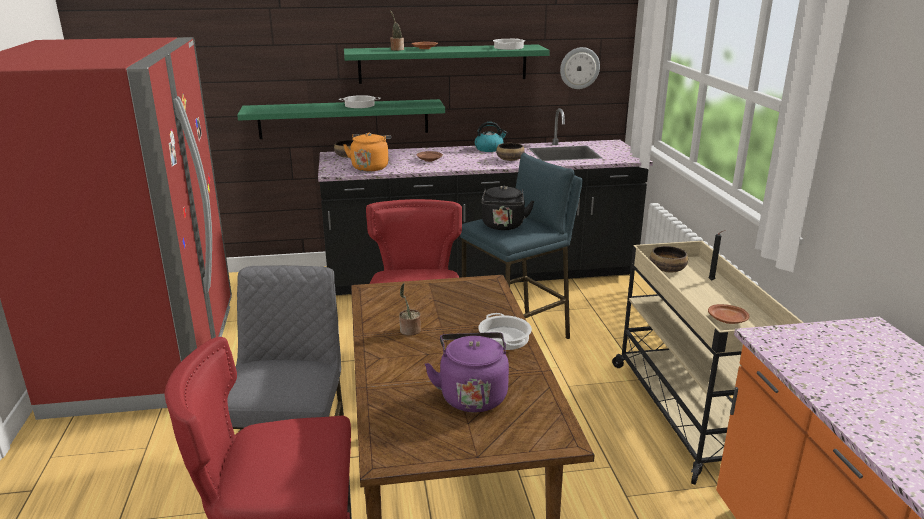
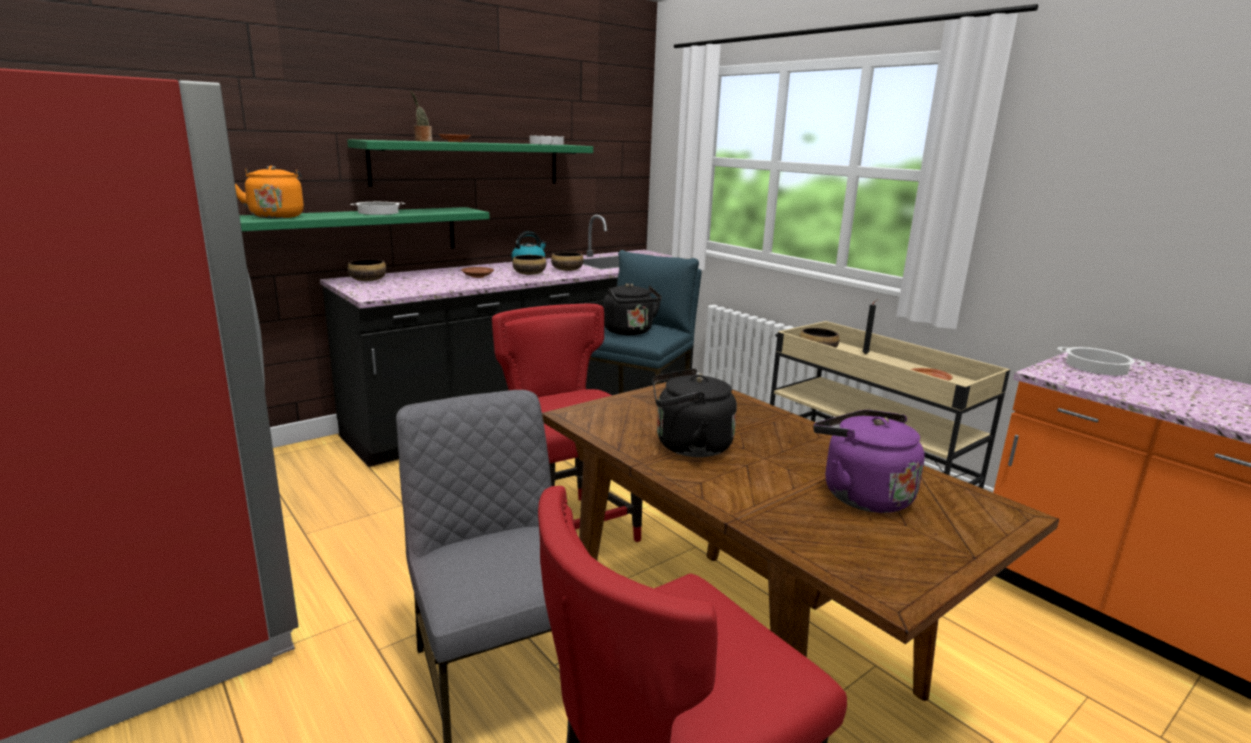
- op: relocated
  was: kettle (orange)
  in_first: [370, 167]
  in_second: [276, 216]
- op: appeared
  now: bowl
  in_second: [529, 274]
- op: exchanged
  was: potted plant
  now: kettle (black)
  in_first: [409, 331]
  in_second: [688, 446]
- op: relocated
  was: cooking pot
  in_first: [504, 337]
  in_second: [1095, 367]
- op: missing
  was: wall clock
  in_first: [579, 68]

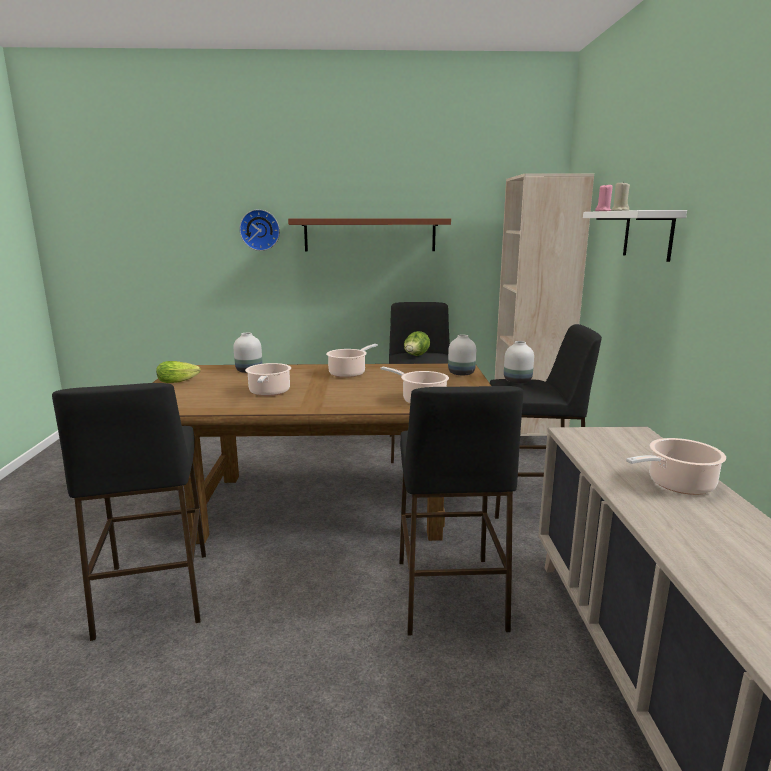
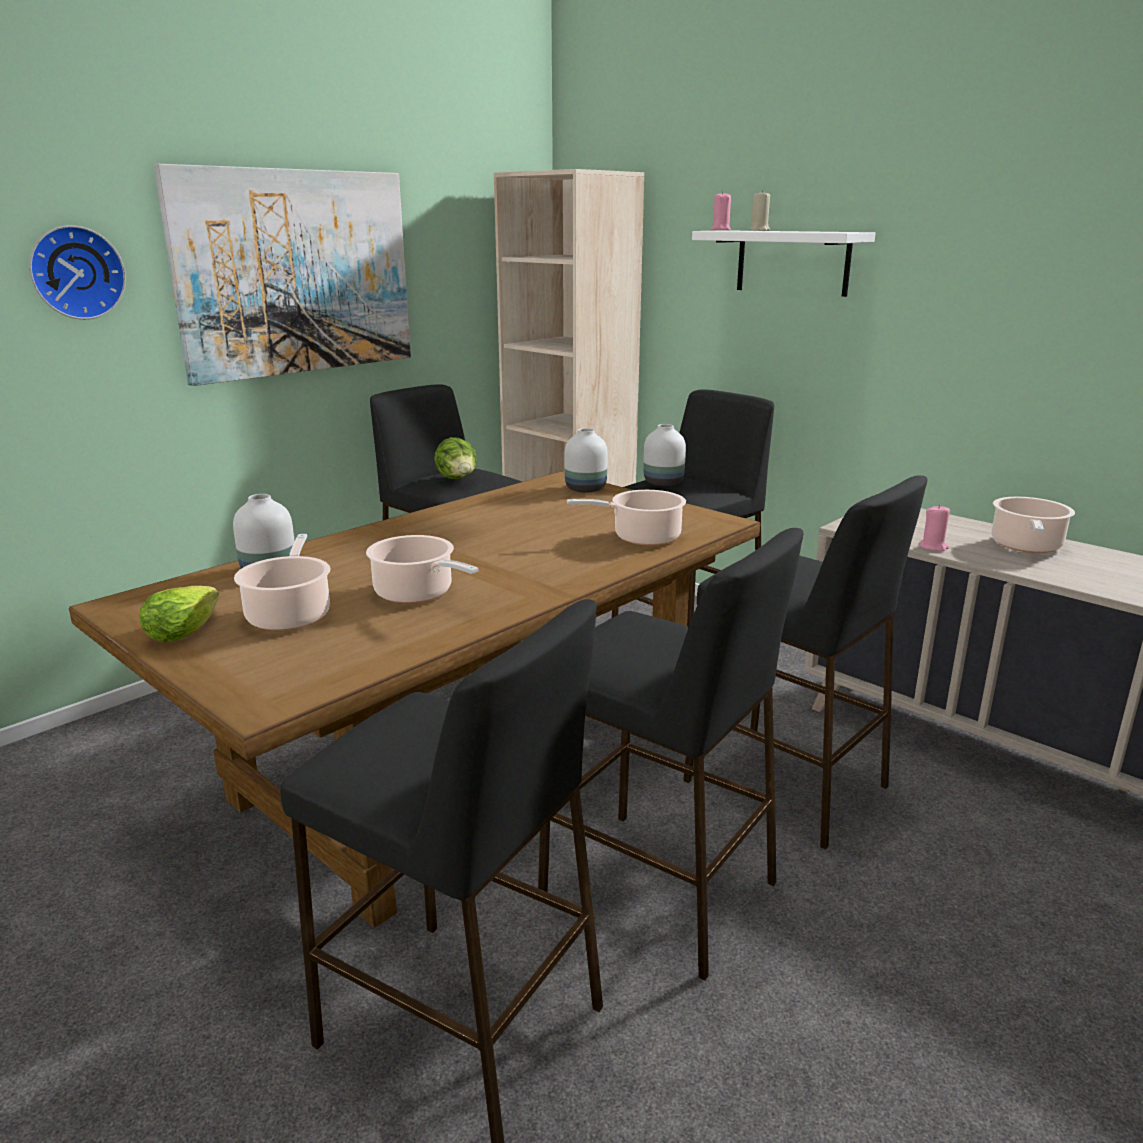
- op: exchanged
  was: shelf (brown)
  now: picture
  in_first: [370, 235]
  in_second: [296, 273]
- op: relocated
  was: cooking pot
  in_first: [349, 373]
  in_second: [290, 614]
- op: appeared
  now: stool (black)
  in_second: [659, 889]
- op: appeared
  now: candle (pink)
  in_second: [933, 547]

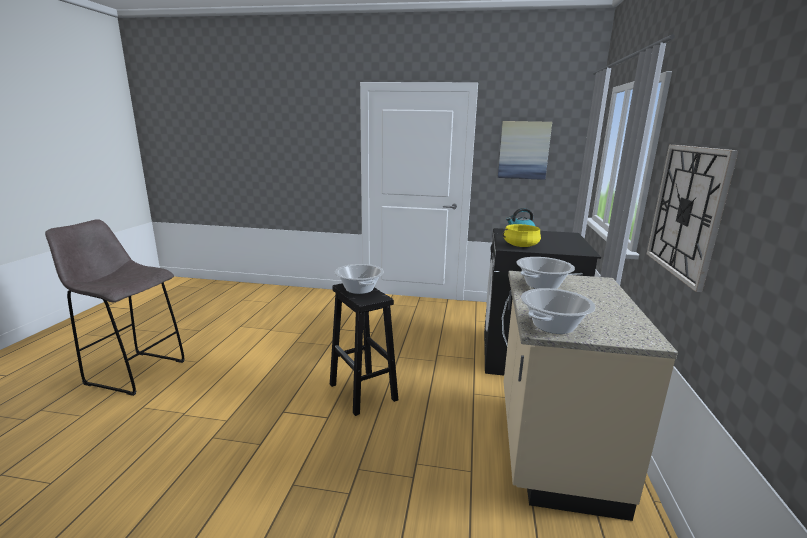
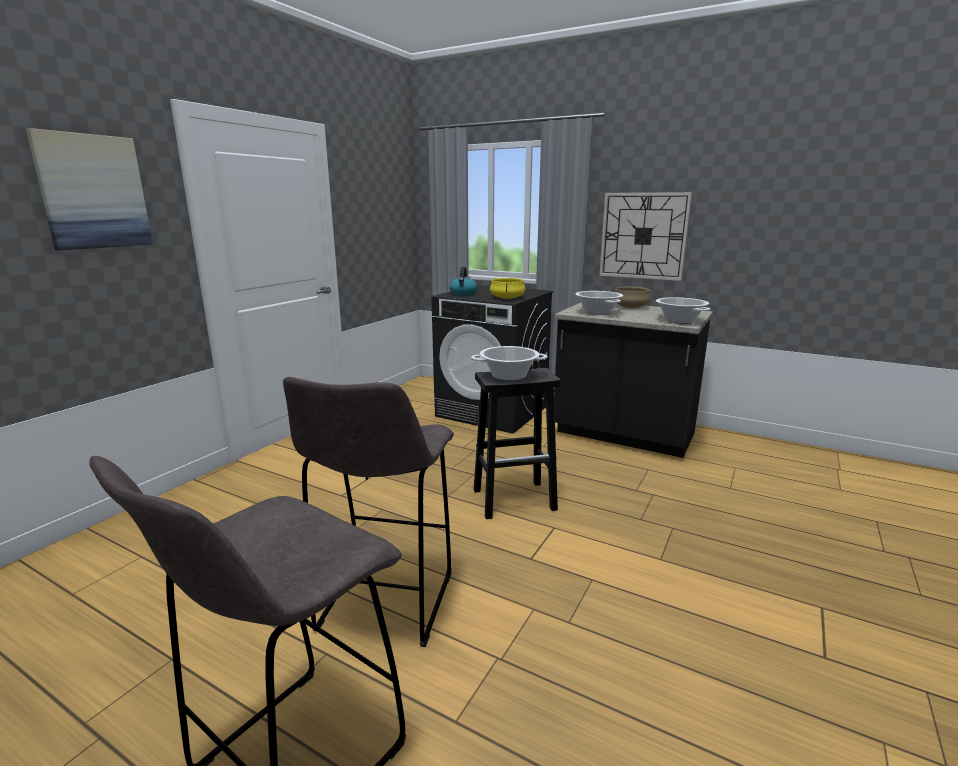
- op: relocated
  was: picture
  in_first: [523, 150]
  in_second: [93, 192]
- op: appeared
  now: stool (grey)
  in_second: [384, 604]
- op: colour
  was: counter (beige)
  now: counter (black)
  in_first: [552, 446]
  in_second: [623, 435]
- op: appeared
  now: cooking pot (beige)
  in_second: [630, 307]

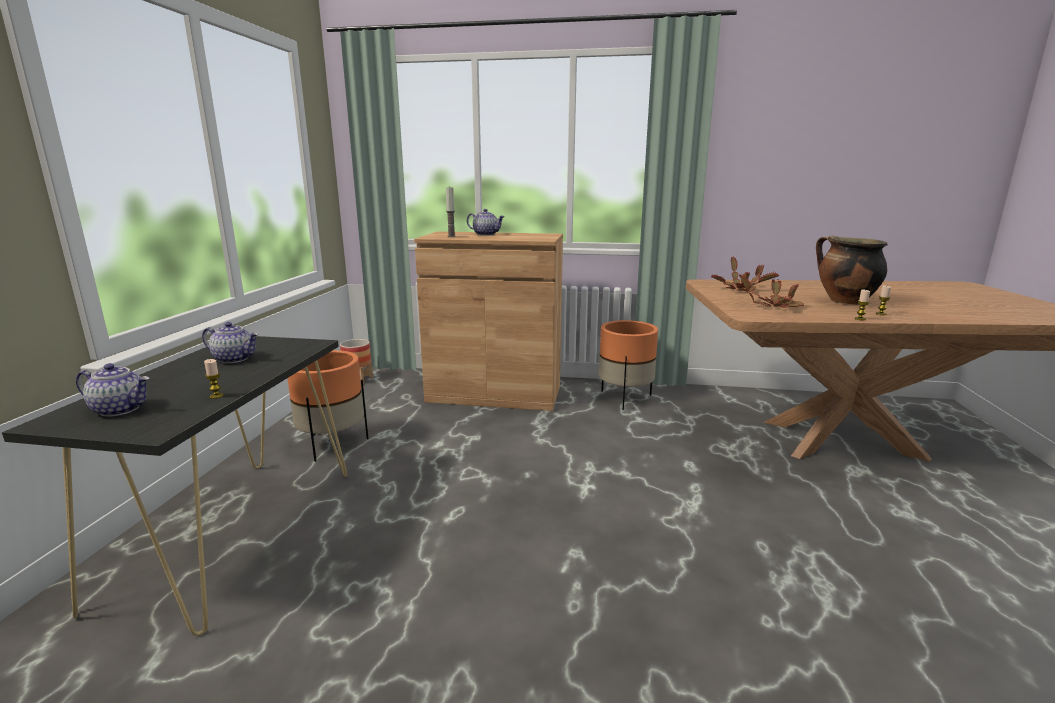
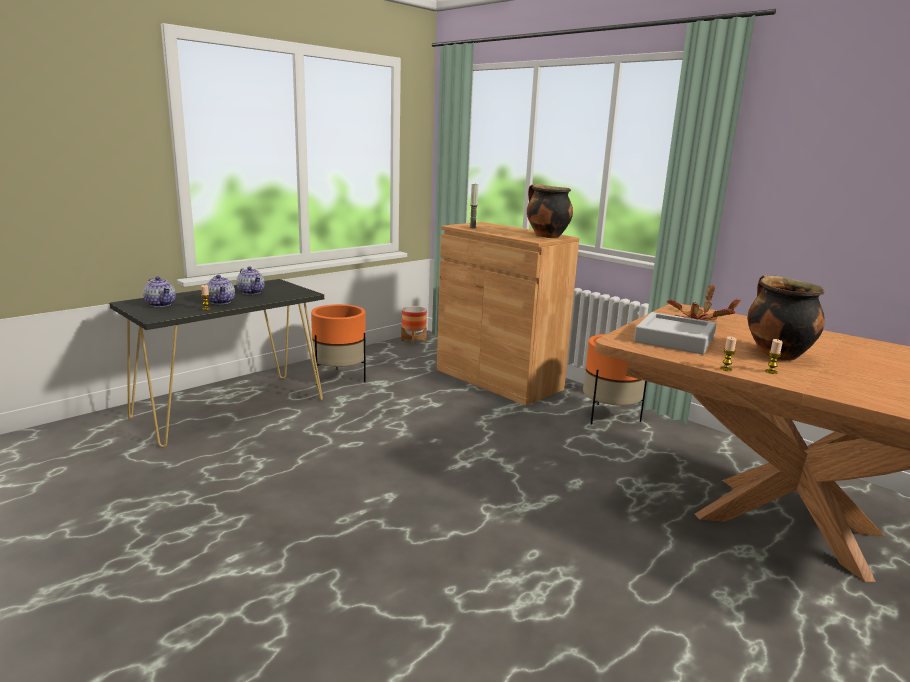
- op: relocated
  was: teapot
  in_first: [486, 234]
  in_second: [221, 302]
- op: appeared
  now: cooking pot
  in_second: [546, 236]
- op: exchanged
  was: potted plant
  now: tray (grey)
  in_first: [772, 306]
  in_second: [674, 339]

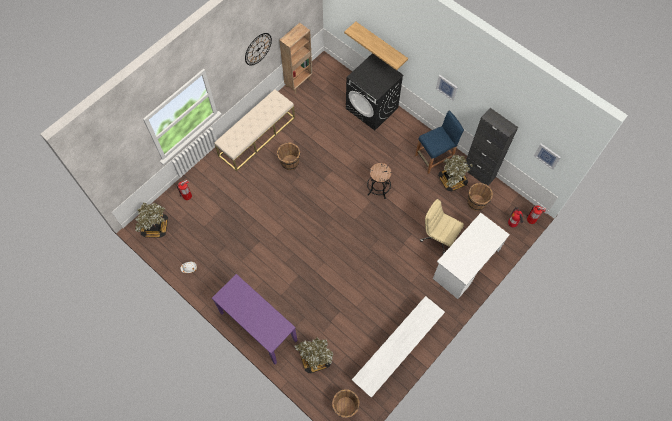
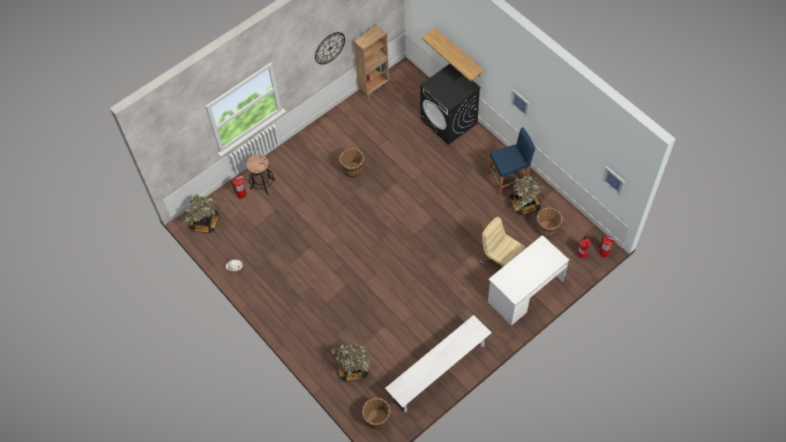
- op: relocated
  was: stool (black)
  in_first: [378, 189]
  in_second: [262, 184]
- op: missing
  was: console table (purple)
  in_first: [258, 327]
- op: missing
  was: bench (beige)
  in_first: [257, 136]
- op: missing
  was: cabinet (black)
  in_first: [479, 173]

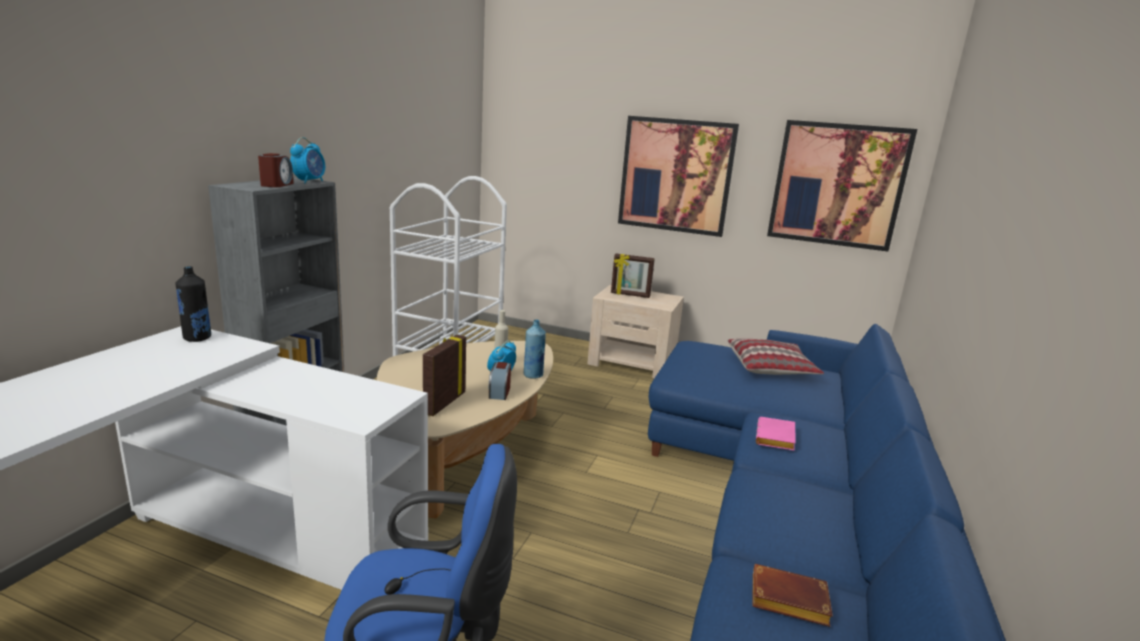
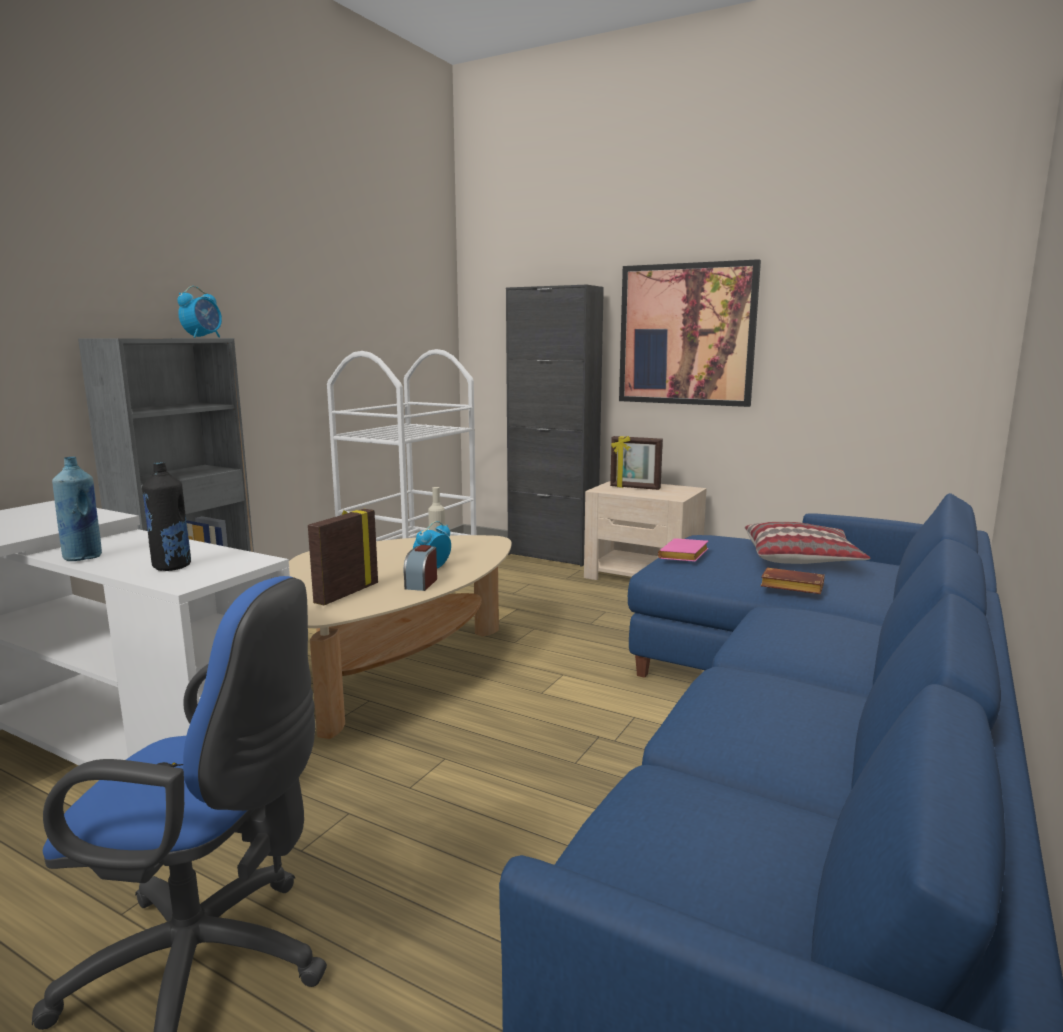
- op: relocated
  was: bottle (blue)
  in_first: [533, 375]
  in_second: [83, 557]
- op: relocated
  was: bottle (black)
  in_first: [197, 338]
  in_second: [172, 566]
- op: appeared
  now: cabinet (black)
  in_second: [552, 555]
- op: relocated
  was: book (pink)
  in_first: [776, 439]
  in_second: [684, 556]
- op: relocated
  was: book (brown)
  in_first: [786, 601]
  in_second: [790, 587]
- op: missing
  was: alarm clock
  in_first: [277, 185]
- op: missing
  was: picture
  in_first: [837, 185]

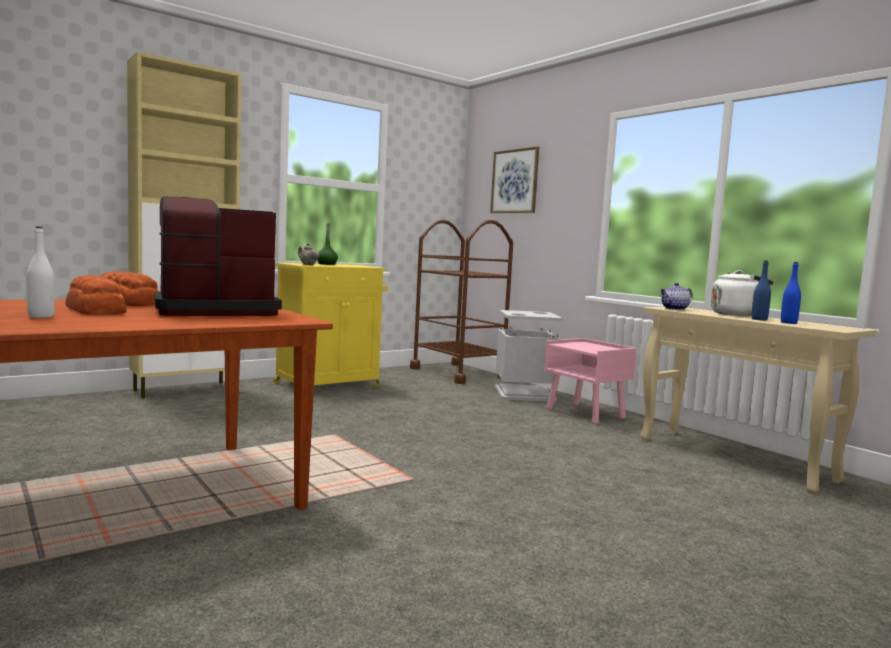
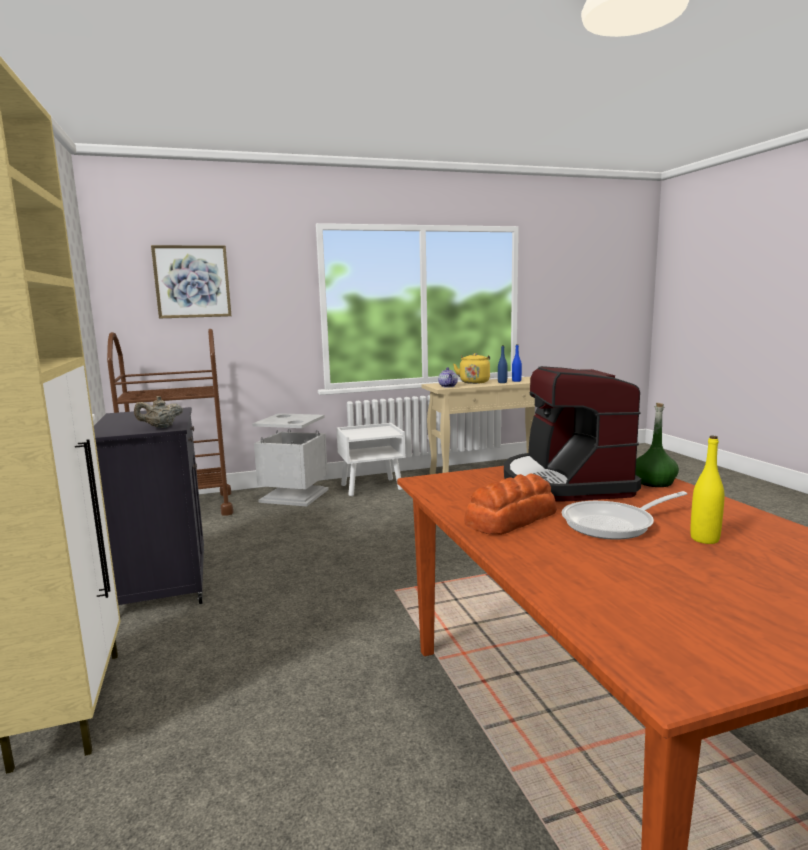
- op: colour
  was: cabinet (yellow)
  now: cabinet (black)
  in_first: [329, 384]
  in_second: [162, 581]
- op: colour
  was: nightstand (pink)
  now: nightstand (white)
  in_first: [586, 414]
  in_second: [372, 487]
- op: colour
  was: kettle (white)
  now: kettle (yellow)
  in_first: [737, 314]
  in_second: [474, 382]
- op: exchanged
  was: bread
  now: frying pan
  in_first: [95, 310]
  in_second: [614, 524]
- op: relocated
  was: bottle (green)
  in_first: [327, 264]
  in_second: [654, 482]
- op: colour
  was: bottle (white)
  now: bottle (yellow)
  in_first: [41, 316]
  in_second: [704, 539]

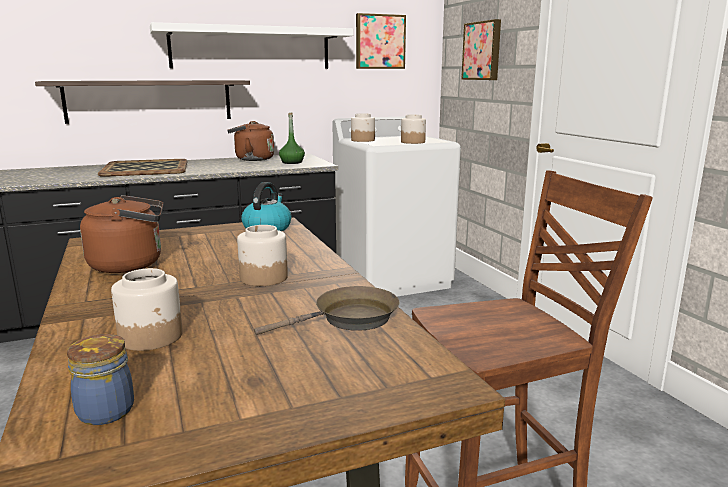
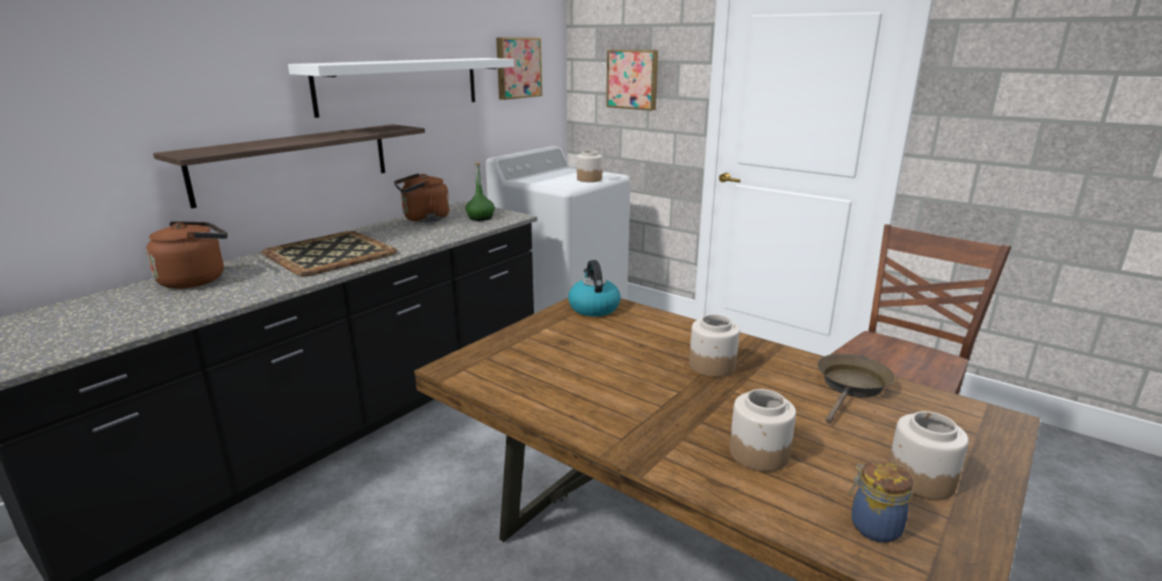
- op: relocated
  was: kettle (brown)
  in_first: [131, 264]
  in_second: [197, 279]
- op: relocated
  was: jar
  in_first: [363, 140]
  in_second: [920, 479]

